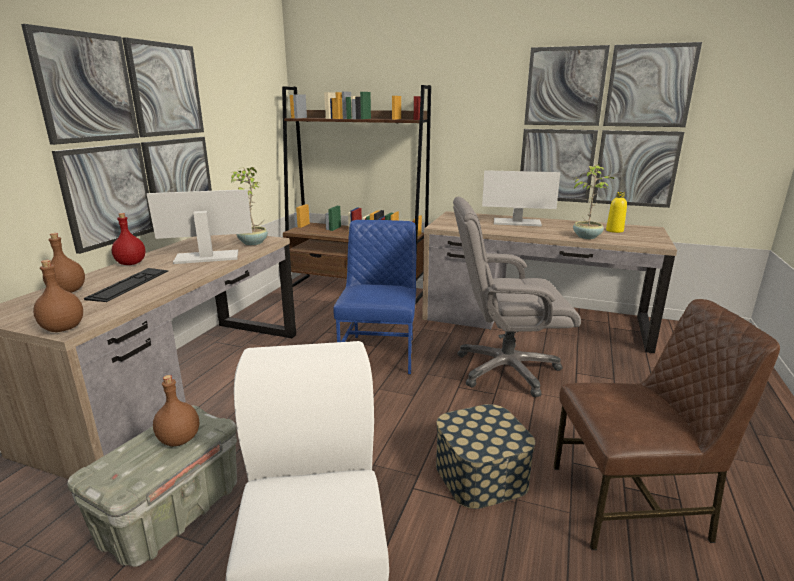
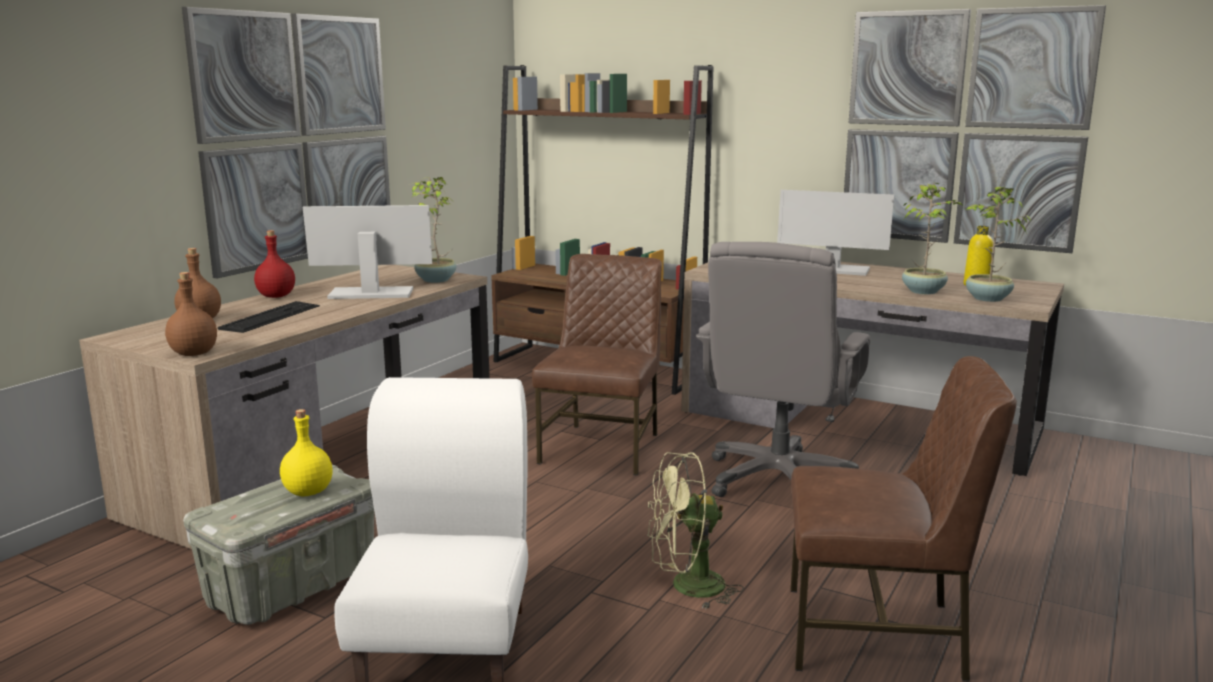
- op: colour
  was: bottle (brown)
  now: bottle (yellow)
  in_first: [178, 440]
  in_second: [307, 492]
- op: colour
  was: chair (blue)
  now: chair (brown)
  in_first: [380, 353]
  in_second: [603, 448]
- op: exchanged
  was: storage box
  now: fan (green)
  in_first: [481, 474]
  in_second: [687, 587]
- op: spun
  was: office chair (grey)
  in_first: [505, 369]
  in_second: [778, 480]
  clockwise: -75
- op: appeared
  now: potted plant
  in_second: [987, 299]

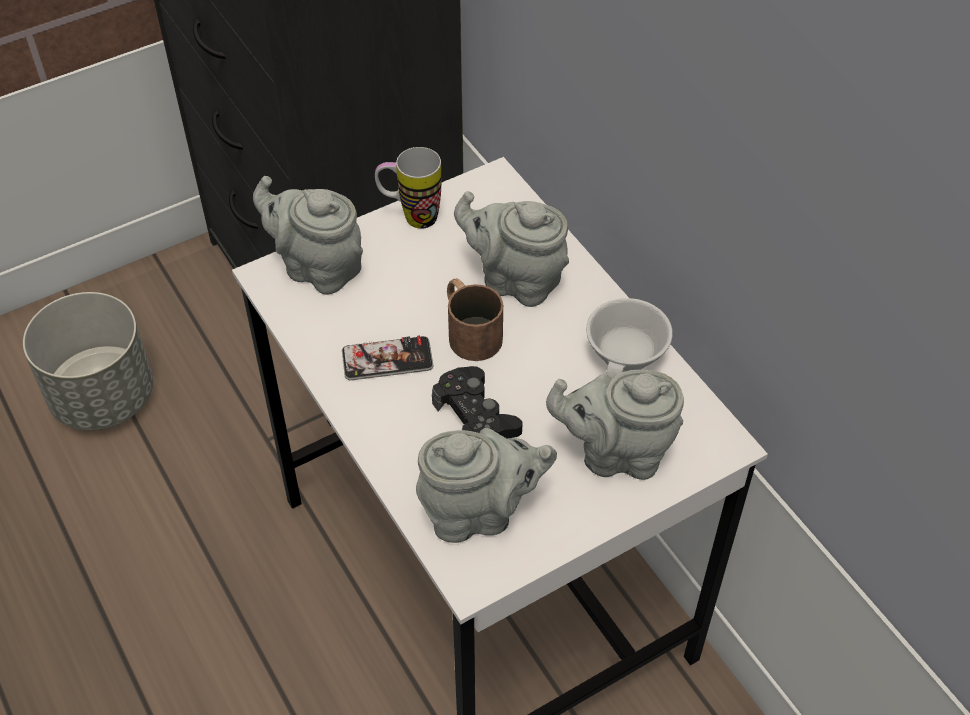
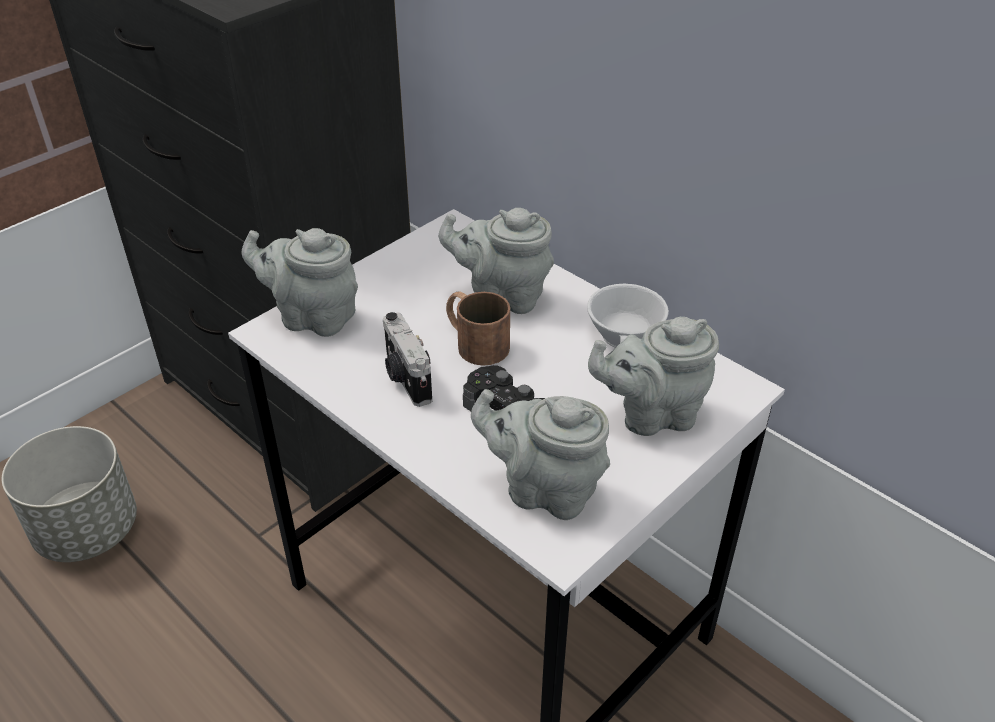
- op: exchanged
  was: phone
  now: photo camera
  in_first: [387, 359]
  in_second: [406, 378]
- op: spun
  was: teapot (grey)
  in_first: [479, 512]
  in_second: [544, 489]
  clockwise: -135
- op: missing
  was: mug
  in_first: [410, 217]

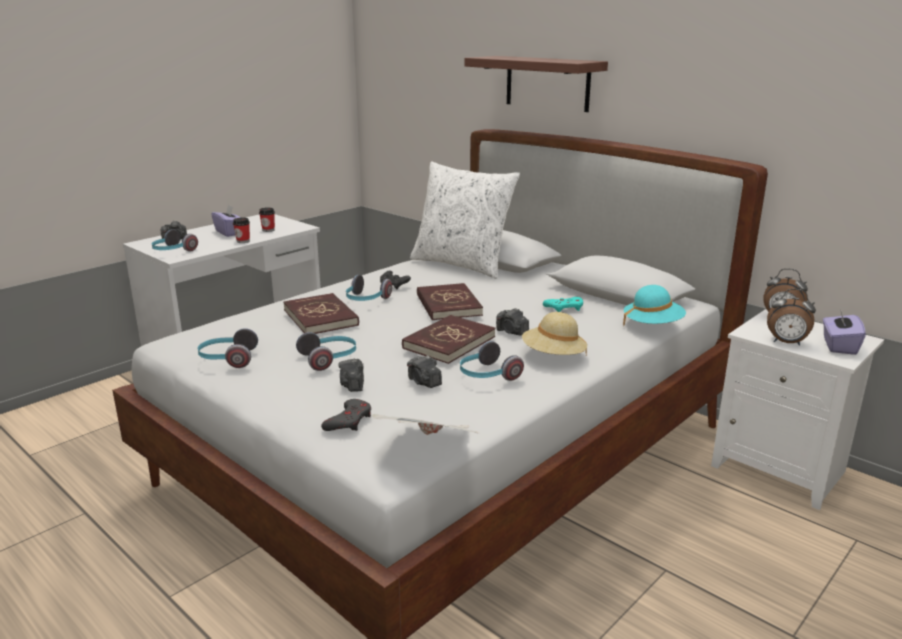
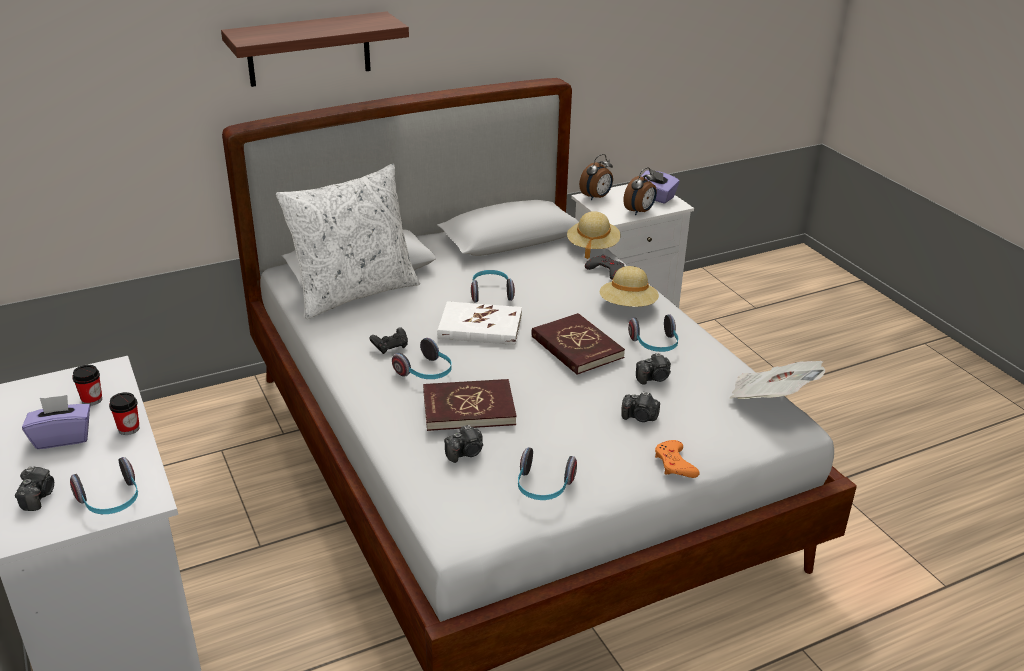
- op: colour
  was: book (red)
  now: book (white)
  in_first: [448, 305]
  in_second: [480, 327]
- op: relocated
  was: photo camera
  in_first: [512, 332]
  in_second: [466, 453]
- op: relocated
  was: headphones
  in_first: [329, 359]
  in_second: [491, 293]
- op: colour
  was: hat (turquoise)
  now: hat (beige)
  in_first: [652, 325]
  in_second: [592, 246]
- op: relocated
  was: game controller (grey)
  in_first: [349, 421]
  in_second: [606, 271]
- op: appeared
  now: game controller (orange)
  in_second: [674, 464]
- op: missing
  was: game controller (turquoise)
  in_first: [564, 308]

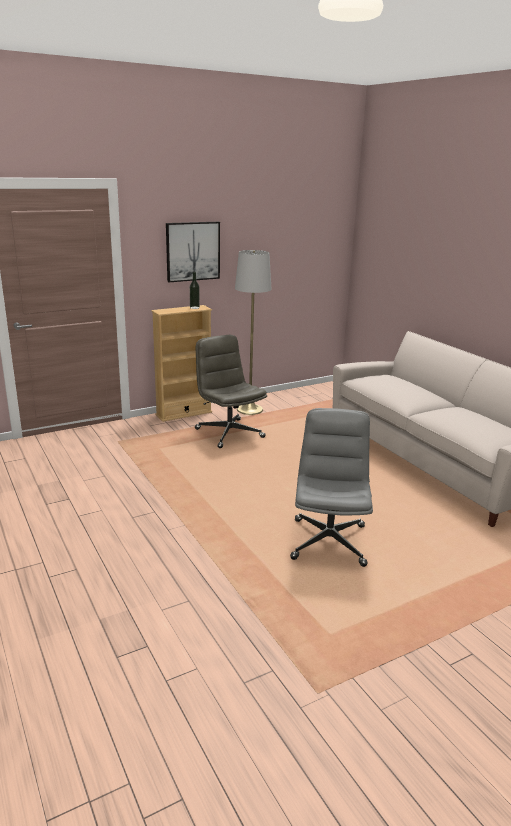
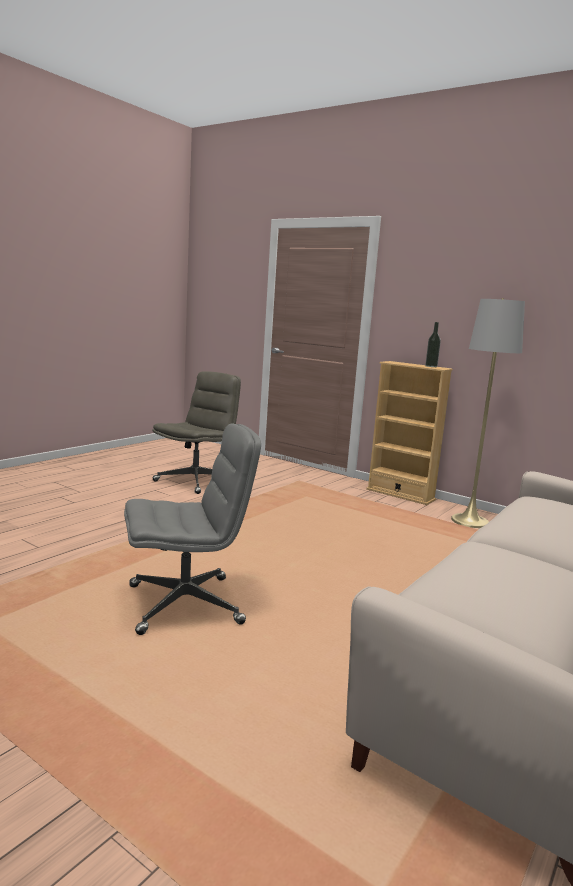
- op: relocated
  was: office chair (grey)
  in_first: [228, 433]
  in_second: [196, 481]
- op: missing
  was: picture
  in_first: [192, 251]

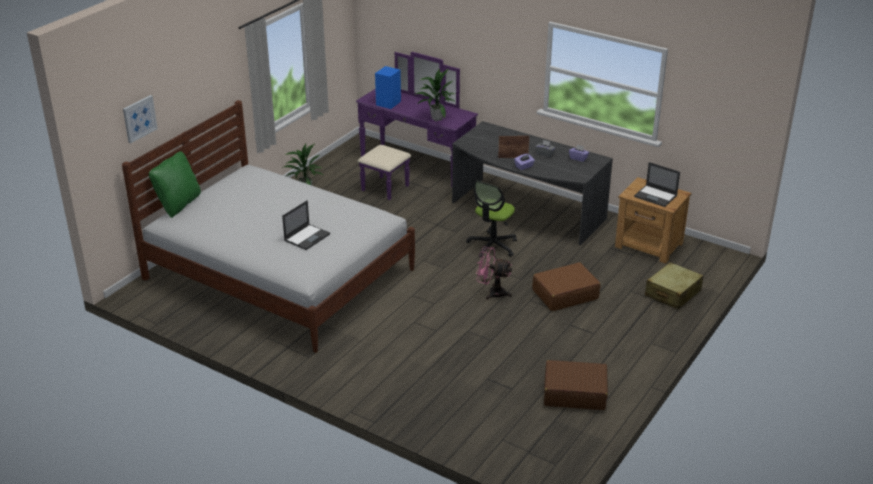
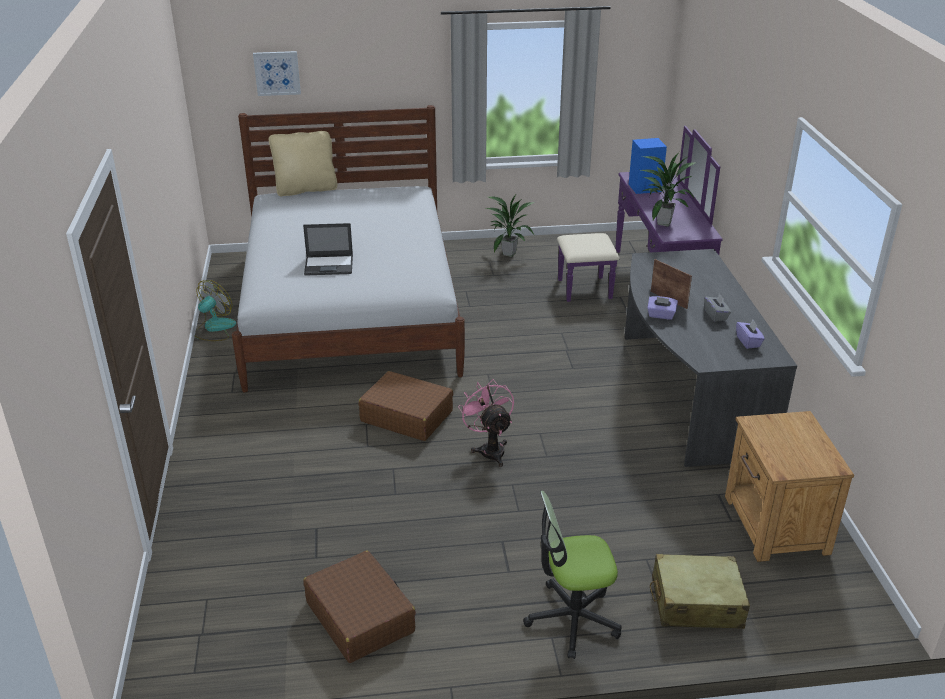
- op: appeared
  now: fan
  in_second: [214, 328]
- op: colour
  was: pillow (green)
  now: pillow (beige)
  in_first: [178, 204]
  in_second: [306, 189]
- op: relocated
  was: suitcase (brown)
  in_first: [565, 294]
  in_second: [406, 416]
- op: relocated
  was: office chair
  in_first: [492, 246]
  in_second: [572, 619]
- op: missing
  was: laptop
  in_first: [656, 196]

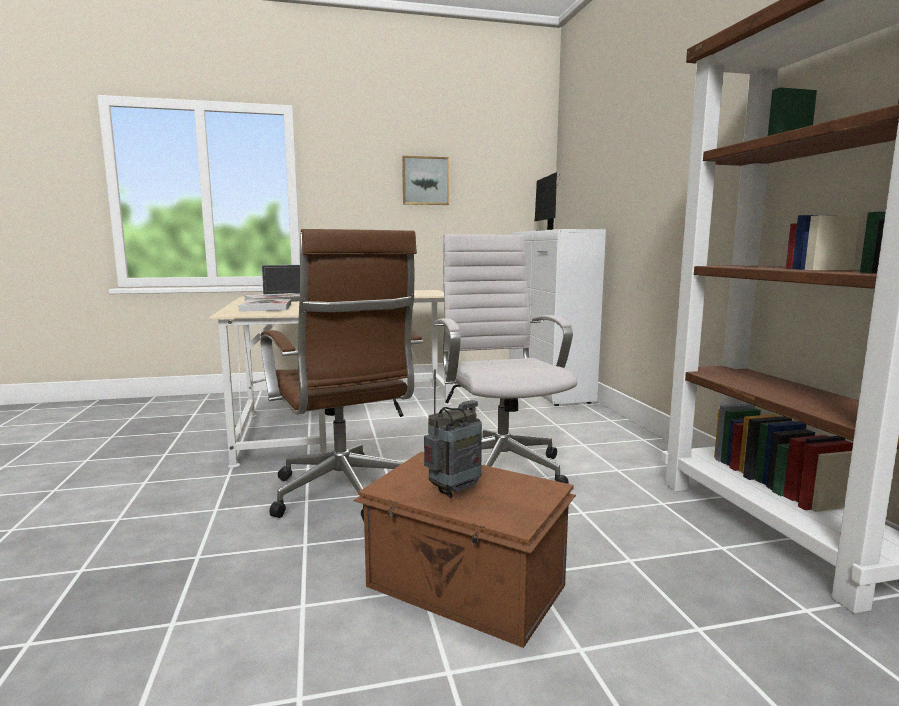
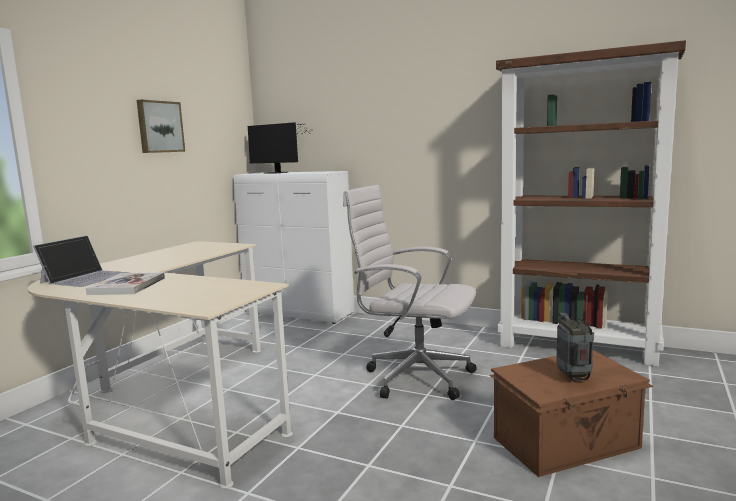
- op: missing
  was: book
  in_first: [266, 307]
- op: missing
  was: office chair (brown)
  in_first: [344, 495]

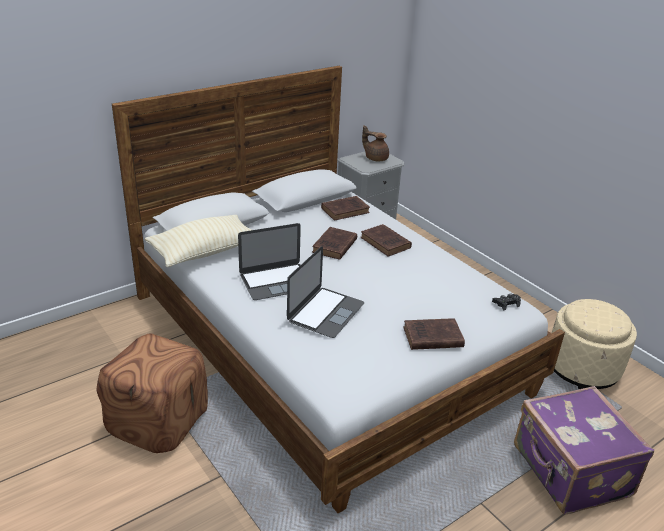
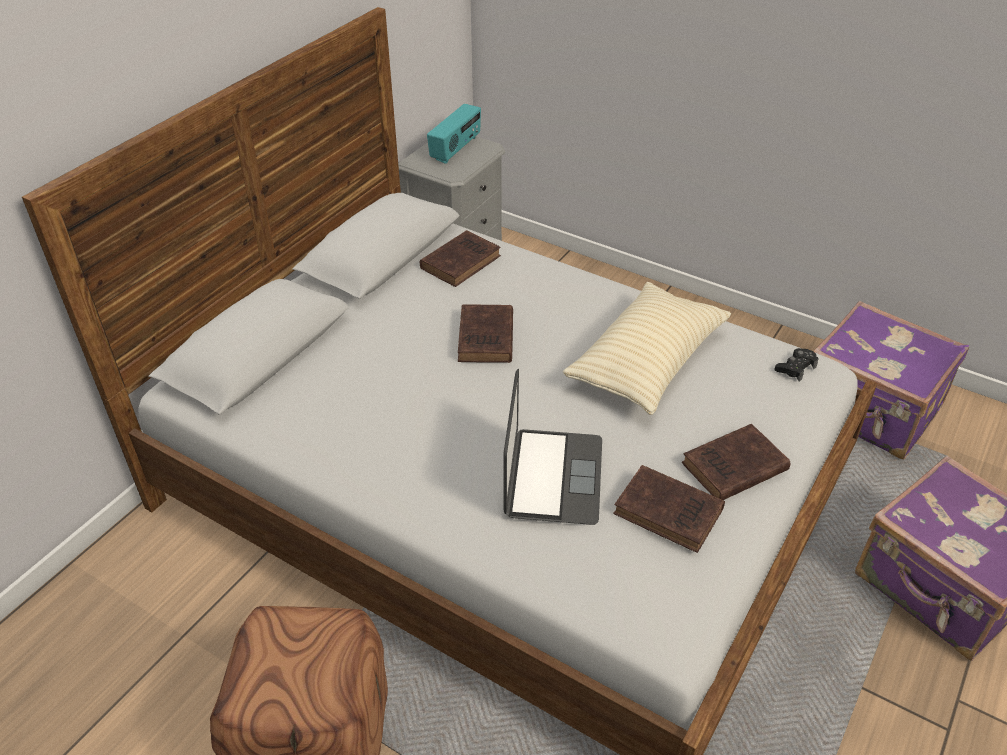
- op: exchanged
  was: teapot (brown)
  now: radio
  in_first: [375, 158]
  in_second: [456, 149]
- op: relocated
  was: pillow (beige)
  in_first: [205, 252]
  in_second: [647, 362]
- op: relocated
  was: book (brown)
  in_first: [386, 243]
  in_second: [671, 513]
- op: exchanged
  was: ottoman (beige)
  now: suitcase (purple)
  in_first: [582, 368]
  in_second: [869, 411]
- op: missing
  was: laptop
  in_first: [276, 281]

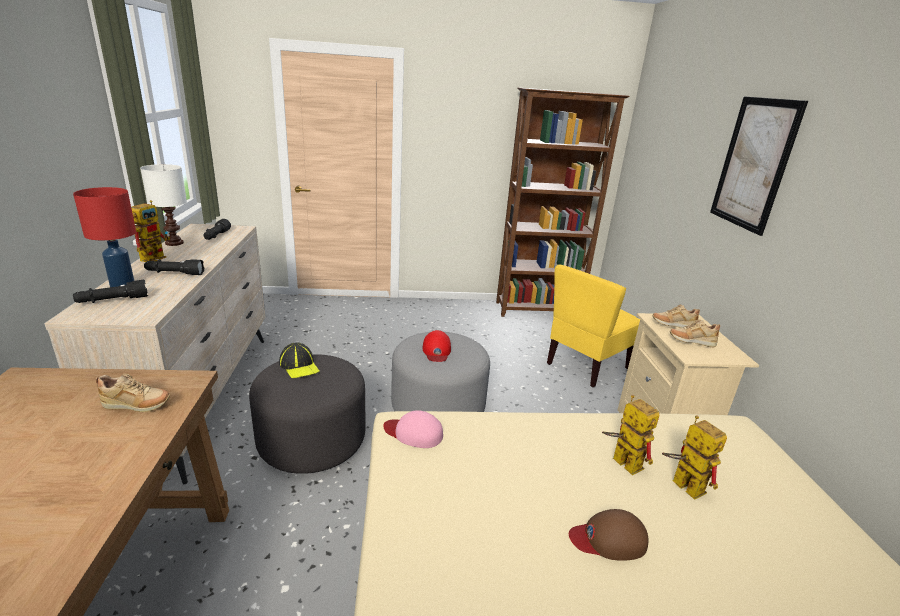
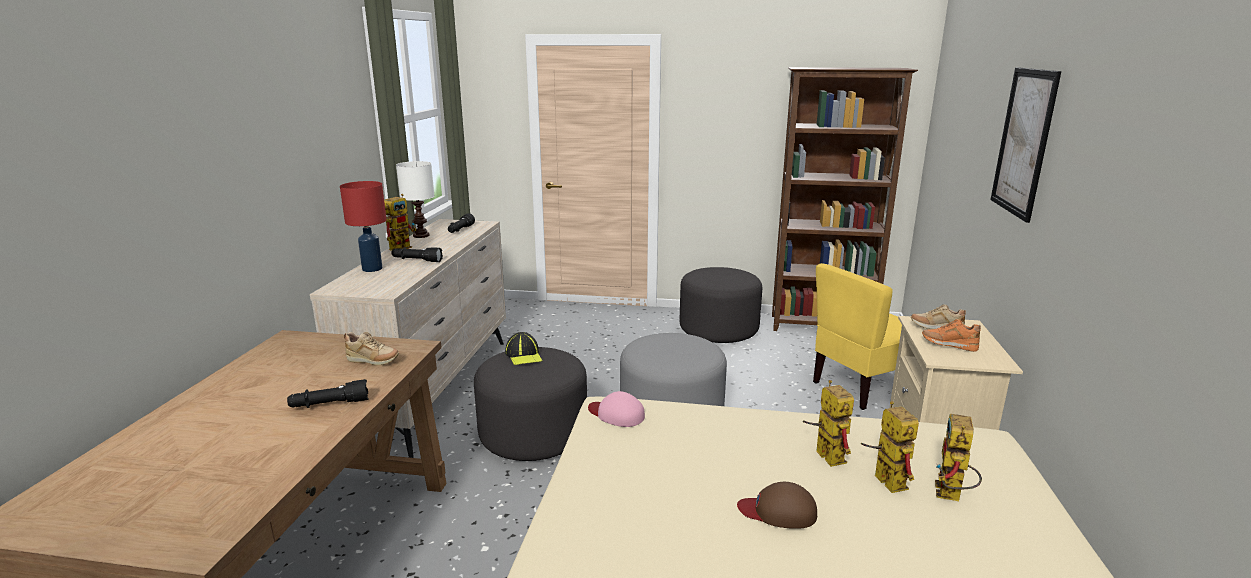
- op: relocated
  was: flashlight (black)
  in_first: [113, 300]
  in_second: [329, 404]
- op: appeared
  now: ottoman (grey)
  in_second: [719, 329]
- op: colour
  was: shoe (beige)
  now: shoe (orange)
  in_first: [691, 342]
  in_second: [948, 346]
- op: appeared
  now: toy robot
  in_second: [951, 496]
- op: missing
  was: cap (red)
  in_first: [436, 350]

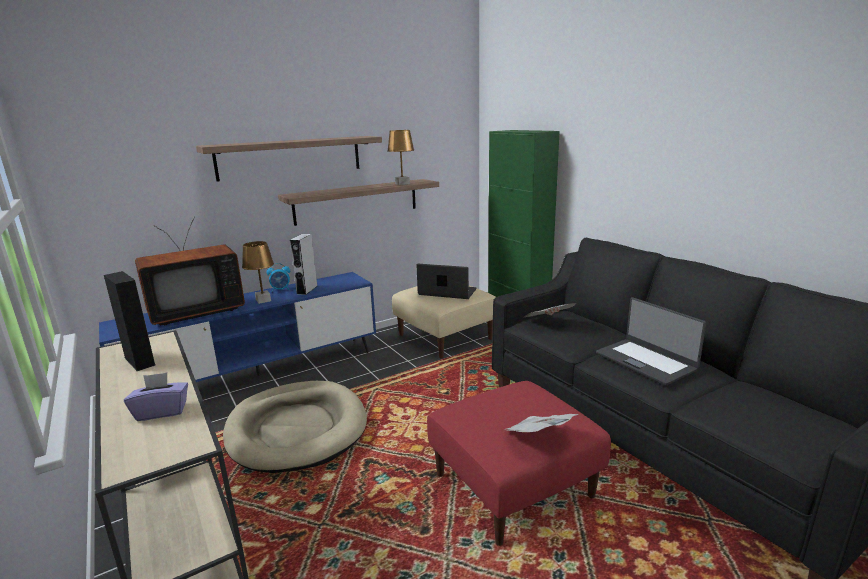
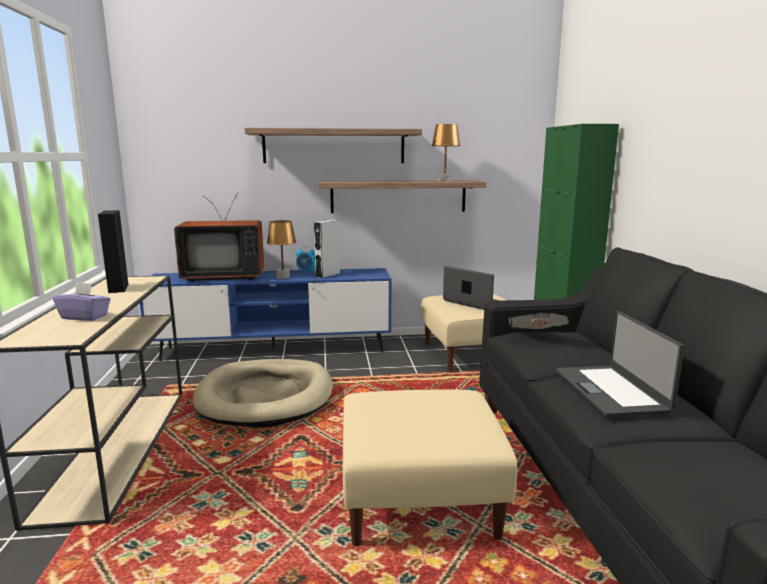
- op: colour
  was: ottoman (red)
  now: ottoman (beige)
  in_first: [513, 484]
  in_second: [420, 498]
- op: missing
  was: newspaper
  in_first: [539, 438]

